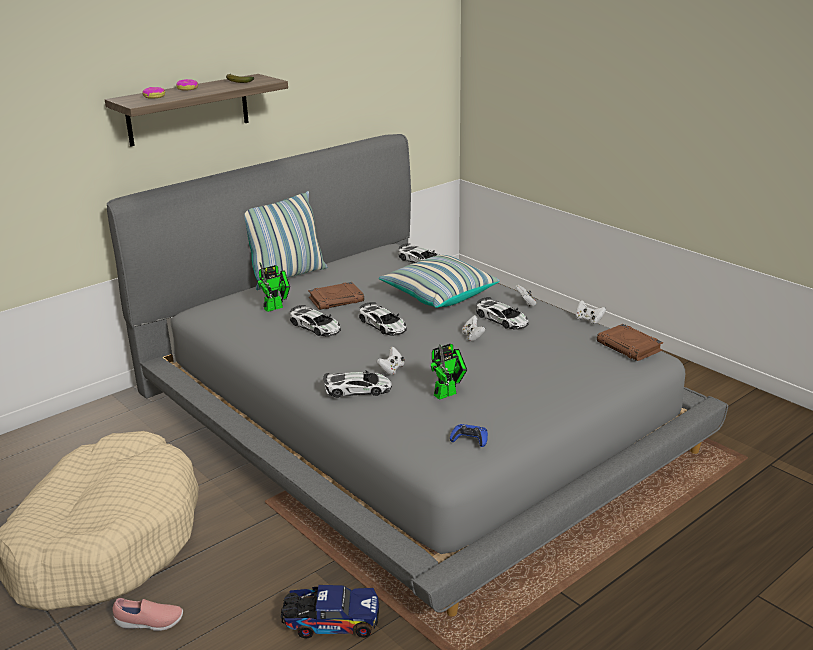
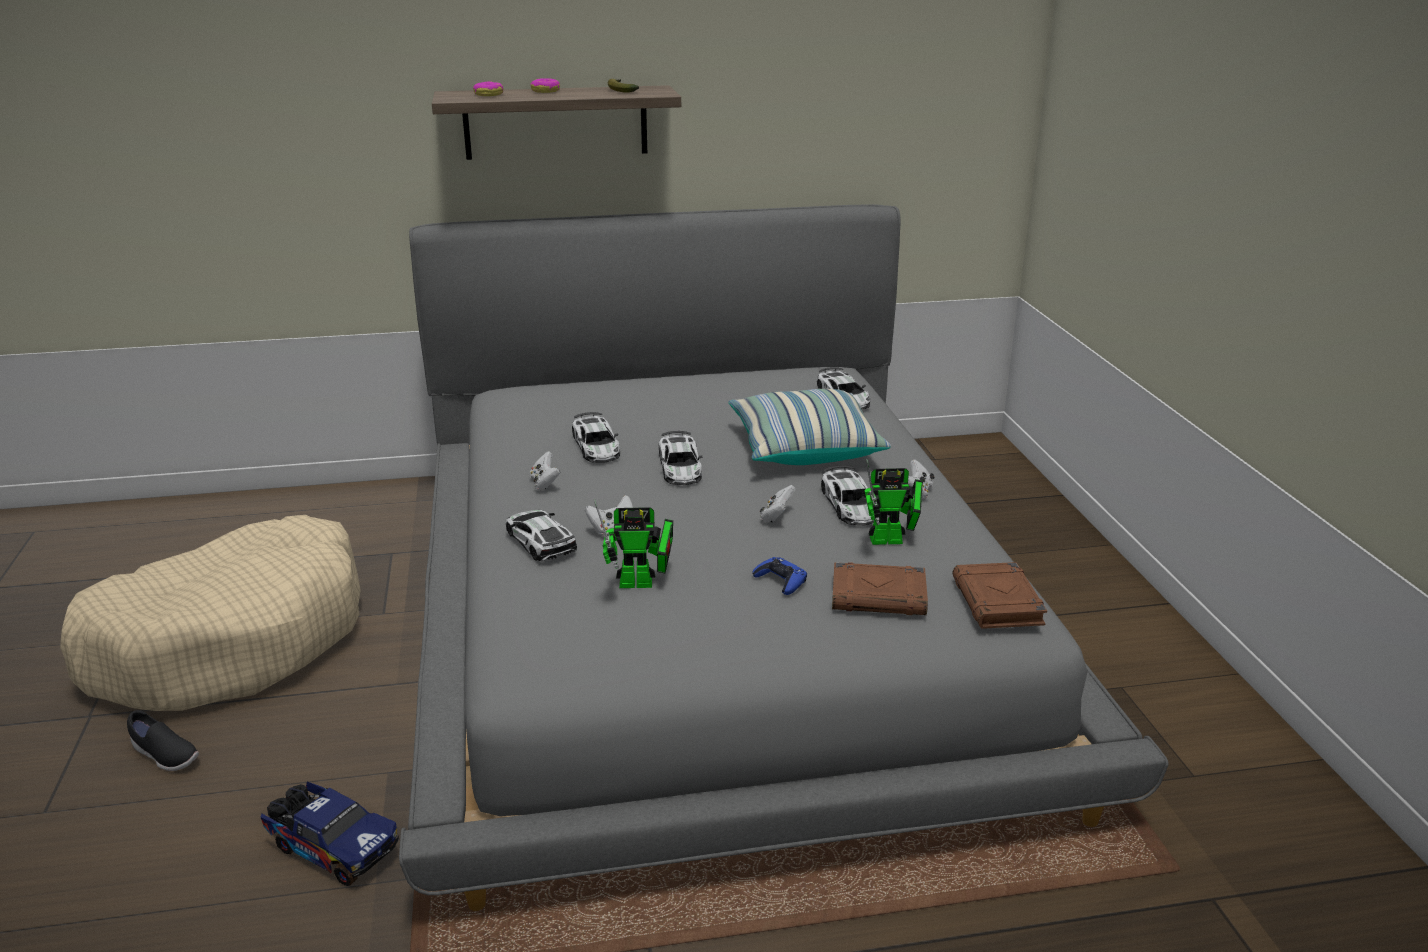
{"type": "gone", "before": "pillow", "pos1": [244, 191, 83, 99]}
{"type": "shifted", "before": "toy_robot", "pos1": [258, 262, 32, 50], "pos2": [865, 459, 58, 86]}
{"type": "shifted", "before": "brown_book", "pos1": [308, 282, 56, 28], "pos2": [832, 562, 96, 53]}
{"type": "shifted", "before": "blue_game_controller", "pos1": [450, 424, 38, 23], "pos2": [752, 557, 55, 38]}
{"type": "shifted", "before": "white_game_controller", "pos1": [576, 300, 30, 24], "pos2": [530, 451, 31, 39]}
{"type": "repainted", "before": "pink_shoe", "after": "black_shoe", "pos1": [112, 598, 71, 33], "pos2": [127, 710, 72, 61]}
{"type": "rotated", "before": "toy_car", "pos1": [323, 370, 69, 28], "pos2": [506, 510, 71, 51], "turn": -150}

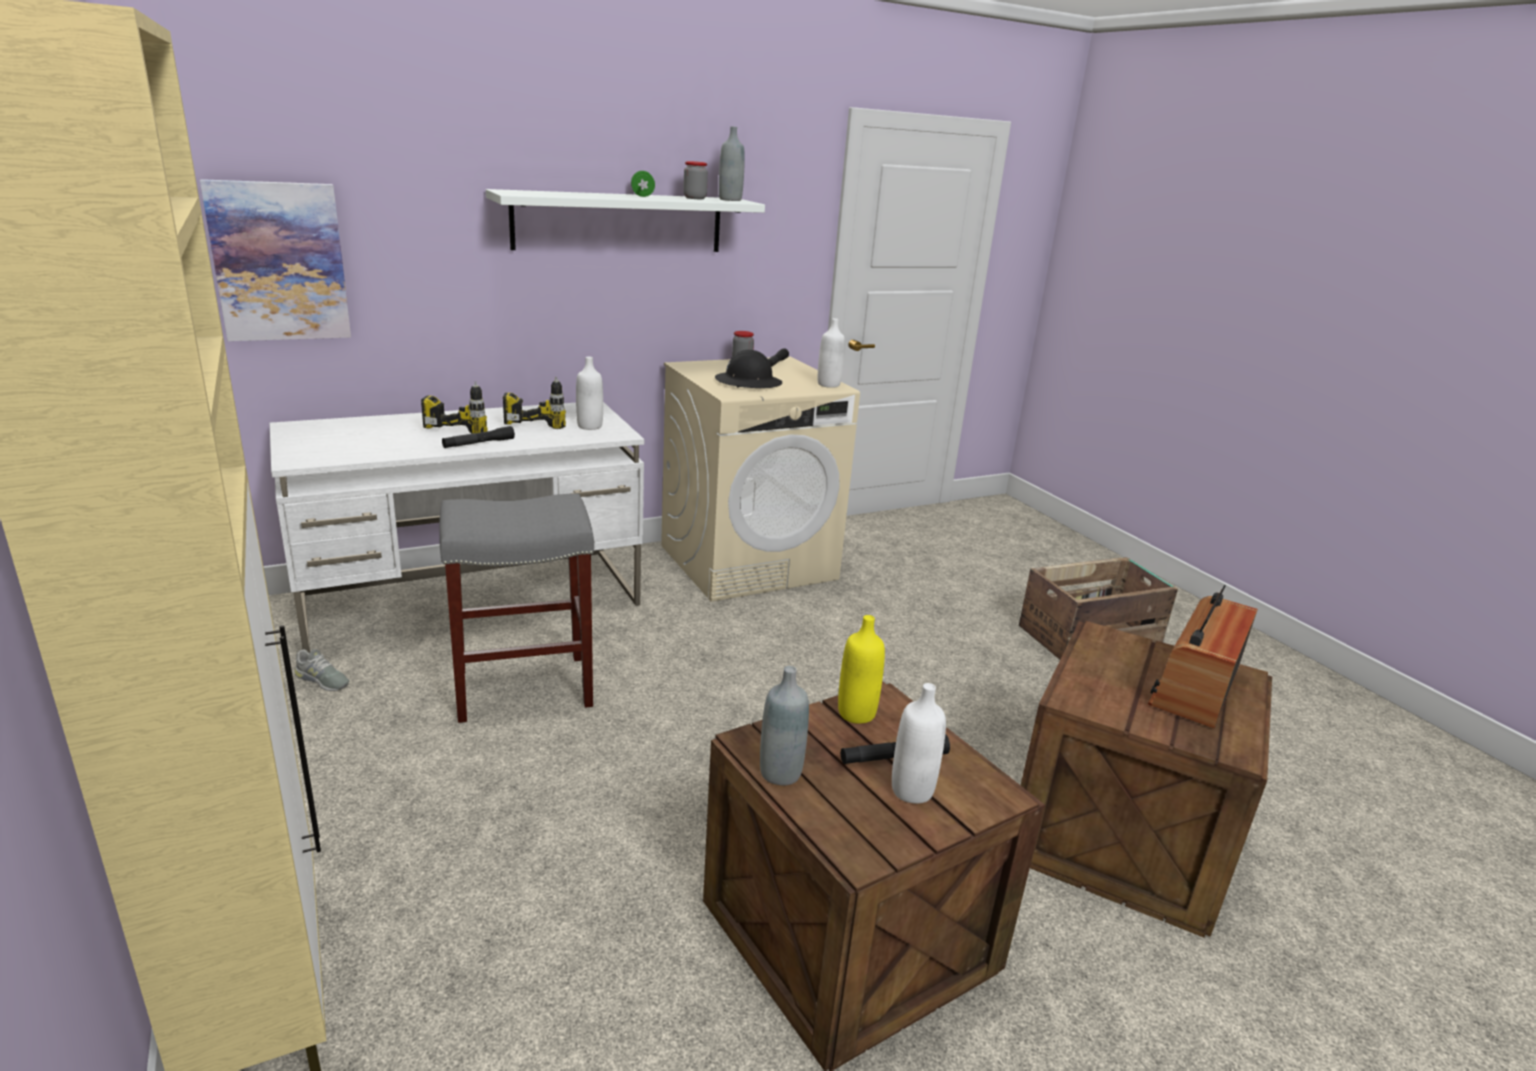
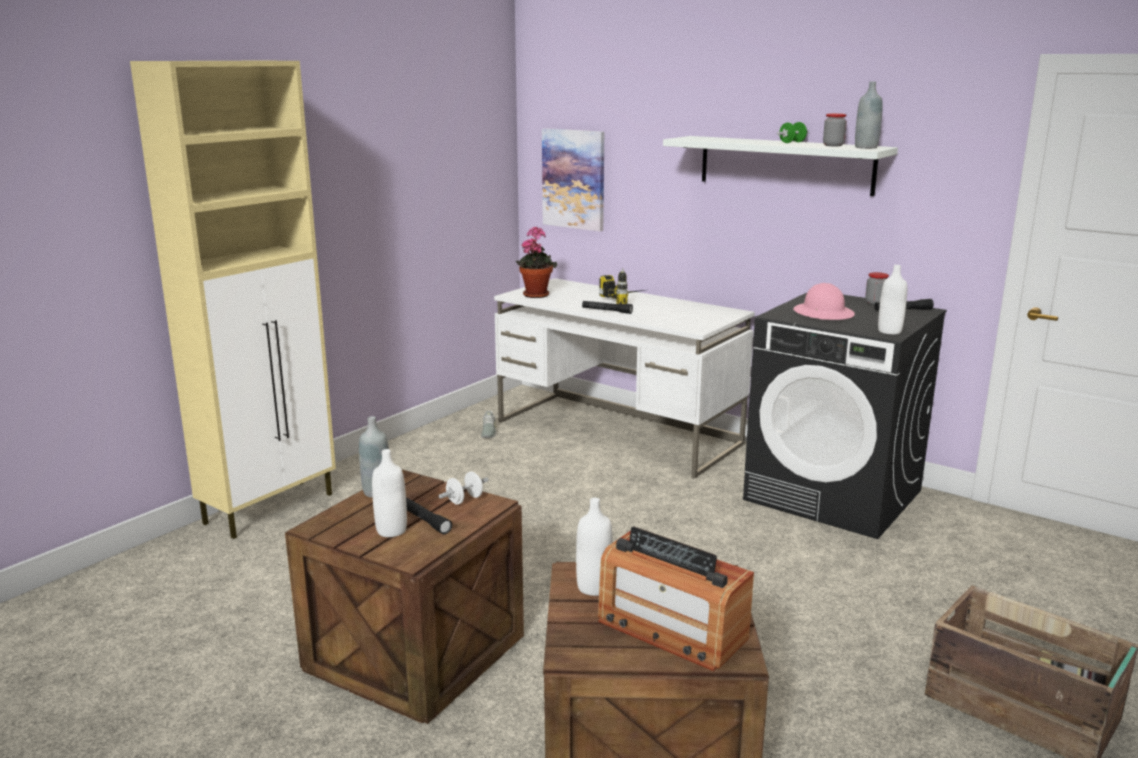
{"type": "gone", "before": "grey_stool", "pos1": [439, 493, 155, 230]}
{"type": "gone", "before": "power_drill", "pos1": [503, 377, 63, 52]}
{"type": "new", "after": "potted_plant", "pos2": [516, 226, 41, 72]}
{"type": "shifted", "before": "white_bottle", "pos1": [576, 357, 27, 73], "pos2": [576, 498, 37, 98]}
{"type": "swapped", "before": "yellow_bottle", "after": "white_dumbbell", "pos1": [838, 615, 47, 109], "pos2": [439, 472, 49, 33]}
{"type": "repainted", "before": "beige_washing_machine", "after": "black_washing_machine", "pos1": [661, 356, 199, 246], "pos2": [743, 293, 204, 246]}
{"type": "repainted", "before": "black_hard_hat", "after": "pink_hard_hat", "pos1": [715, 350, 67, 38], "pos2": [793, 283, 62, 37]}
{"type": "rotated", "before": "radio", "pos1": [1148, 585, 110, 143], "pos2": [598, 527, 156, 144], "turn": -150}

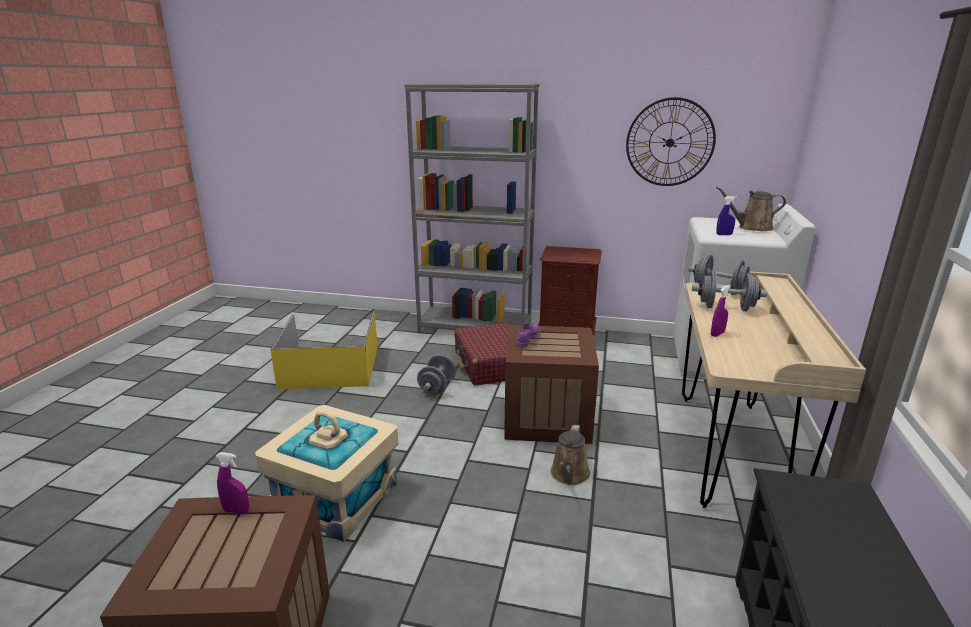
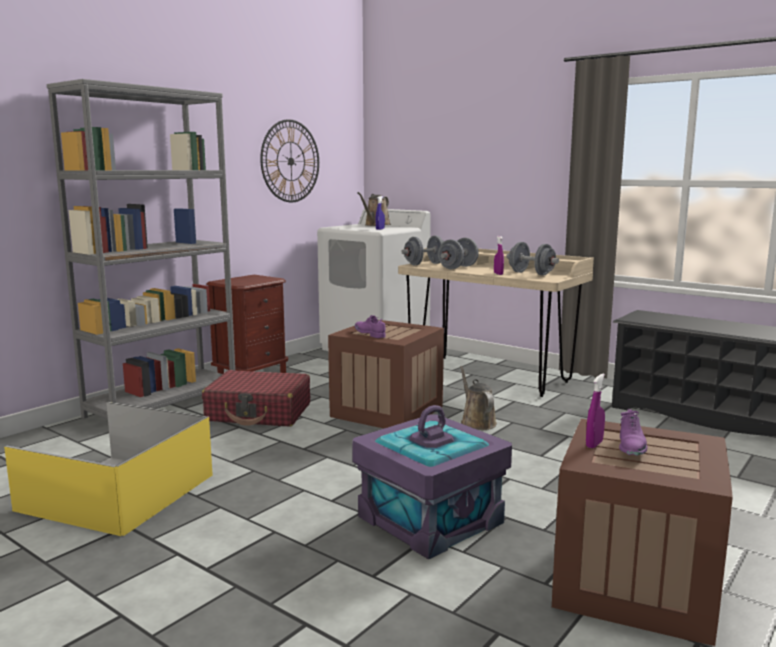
{"type": "new", "after": "purple_shoe", "pos2": [619, 409, 29, 47]}
{"type": "shifted", "before": "grey_dumbbell", "pos1": [417, 354, 40, 41], "pos2": [506, 242, 53, 33]}
{"type": "repainted", "before": "beige_storage_box", "after": "purple_storage_box", "pos1": [255, 405, 143, 137], "pos2": [352, 405, 160, 155]}
{"type": "rotated", "before": "brown_watering_can", "pos1": [550, 425, 40, 60], "pos2": [460, 366, 37, 64], "turn": -150}

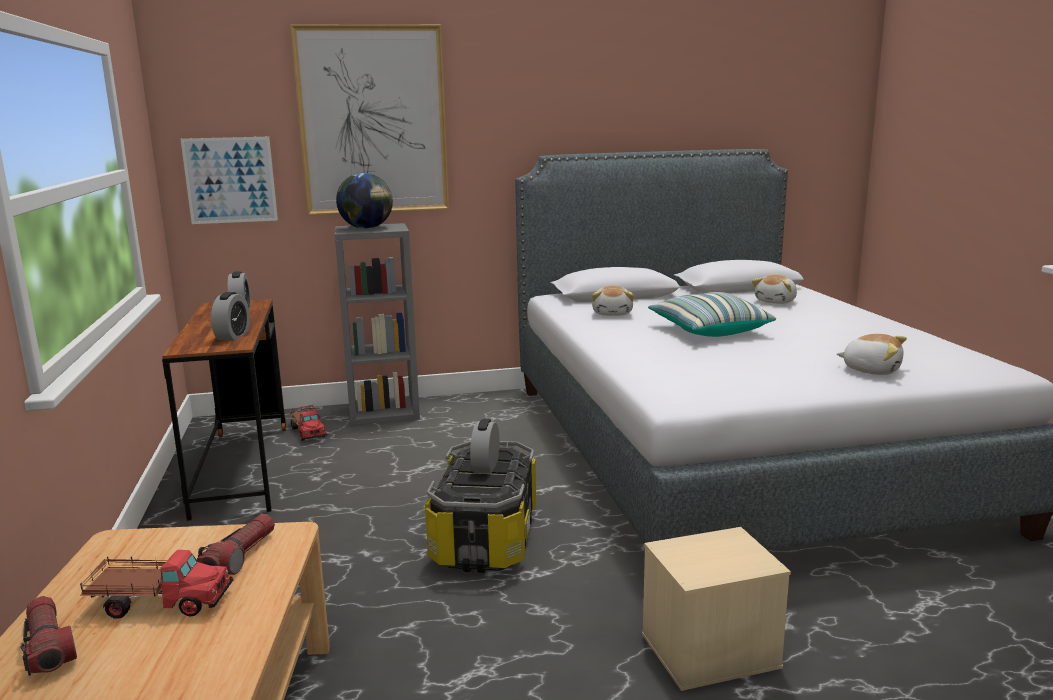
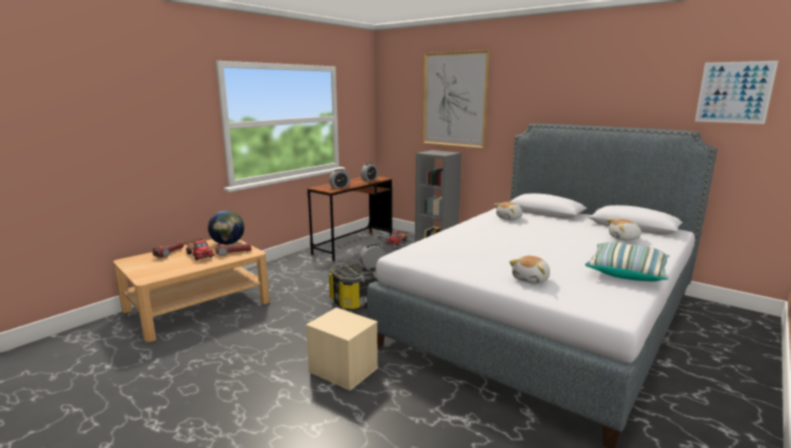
{"type": "shifted", "before": "picture", "pos1": [181, 137, 97, 87], "pos2": [695, 61, 83, 63]}
{"type": "shifted", "before": "globe", "pos1": [336, 173, 57, 56], "pos2": [208, 211, 36, 34]}
{"type": "shifted", "before": "pillow", "pos1": [648, 292, 128, 45], "pos2": [585, 242, 85, 40]}
{"type": "rotated", "before": "plush_toy", "pos1": [837, 334, 70, 41], "pos2": [509, 256, 41, 28], "turn": 45}

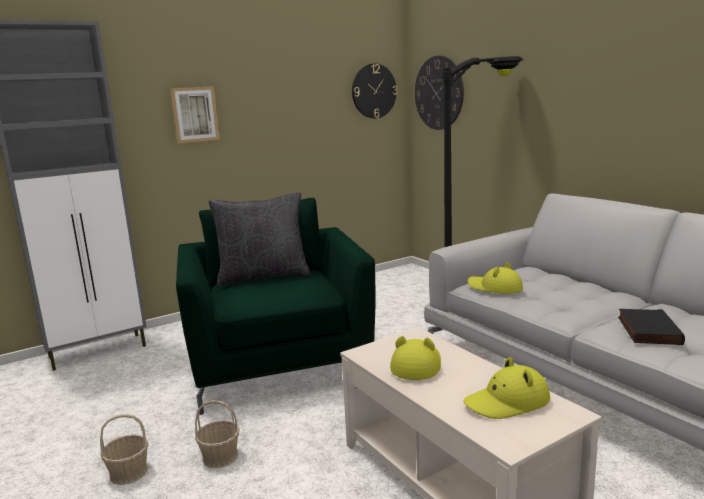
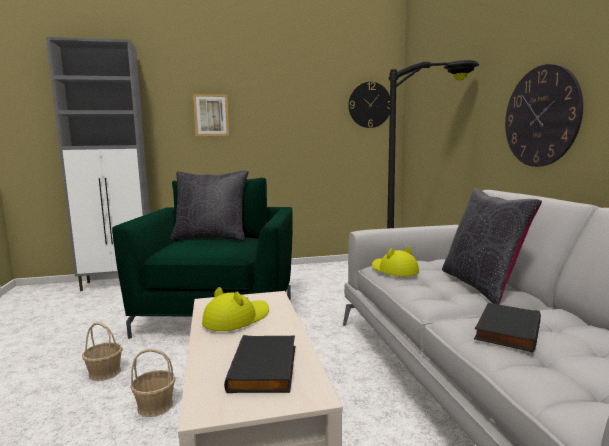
{"type": "new", "after": "black_pillow", "pos2": [442, 188, 100, 116]}
{"type": "shifted", "before": "basket", "pos1": [100, 414, 49, 71], "pos2": [130, 349, 46, 68]}
{"type": "shifted", "before": "wall_clock", "pos1": [415, 56, 49, 74], "pos2": [505, 64, 78, 103]}
{"type": "swapped", "before": "yellow_hat", "after": "black_book", "pos1": [463, 357, 87, 62], "pos2": [224, 335, 71, 58]}

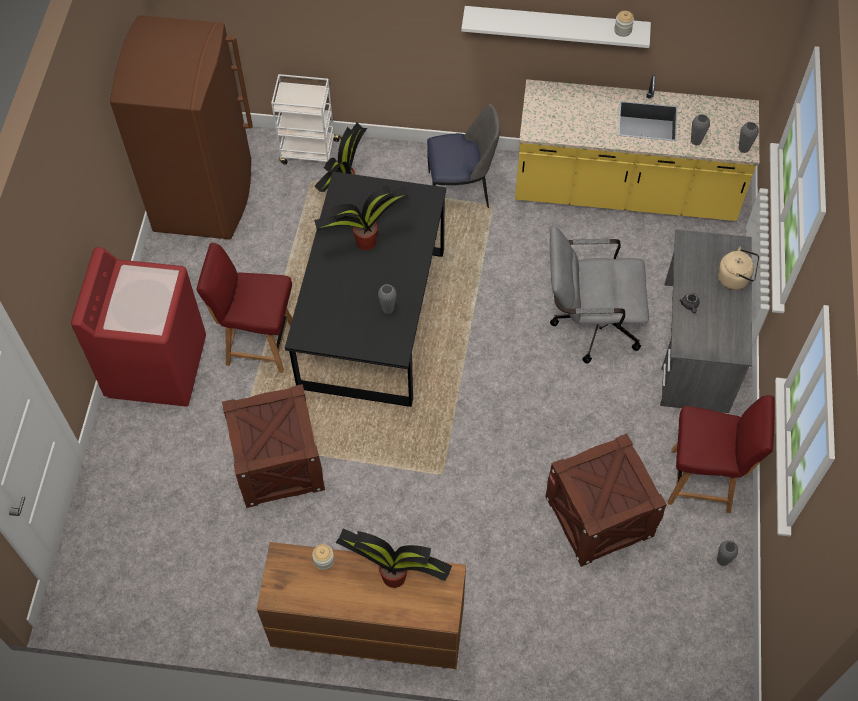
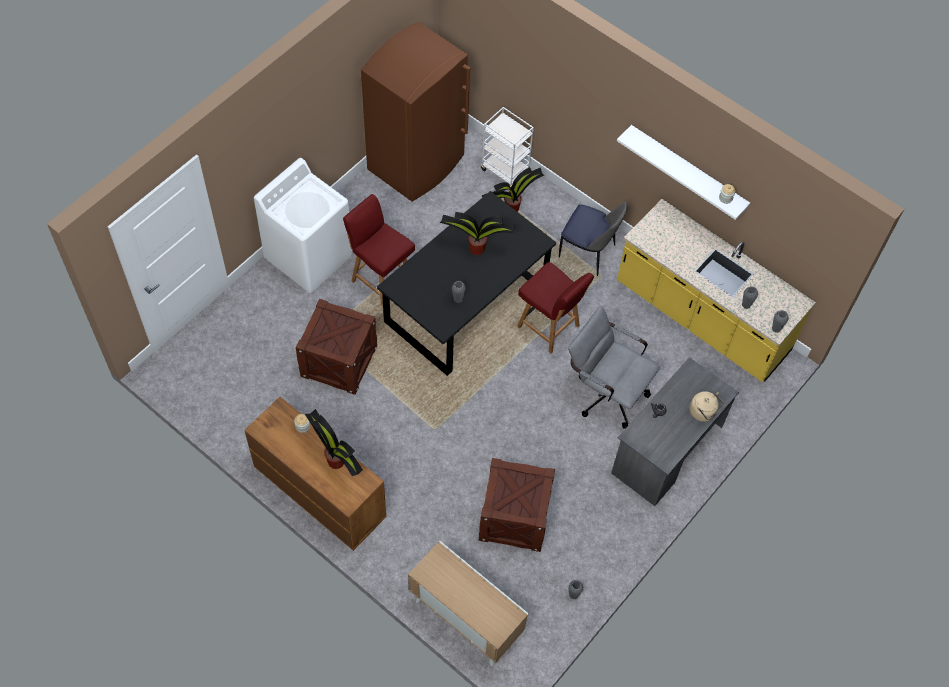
{"type": "new", "after": "cabinet", "pos2": [408, 541, 121, 125]}
{"type": "shifted", "before": "red_chair", "pos1": [668, 395, 107, 118], "pos2": [517, 262, 77, 92]}
{"type": "repainted", "before": "red_washing_machine", "after": "white_washing_machine", "pos1": [71, 247, 135, 160], "pos2": [254, 158, 99, 135]}

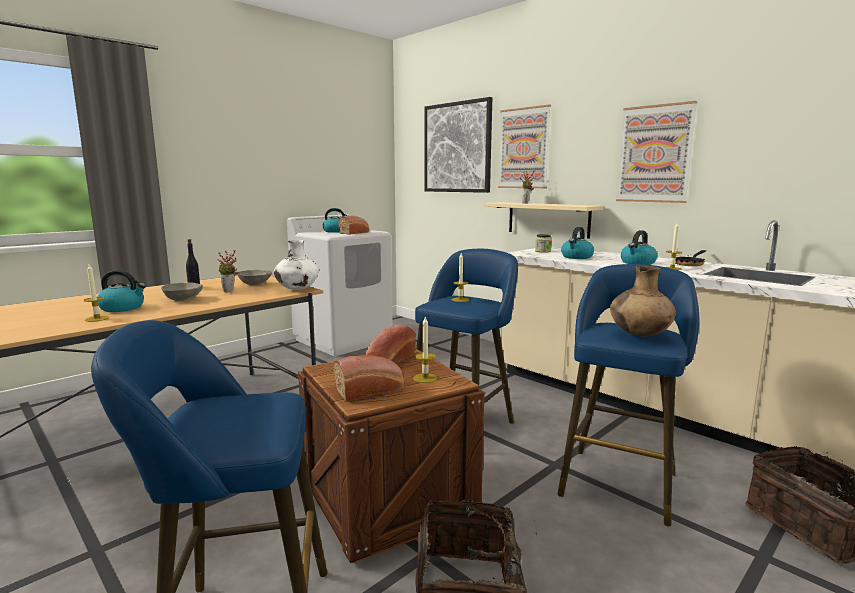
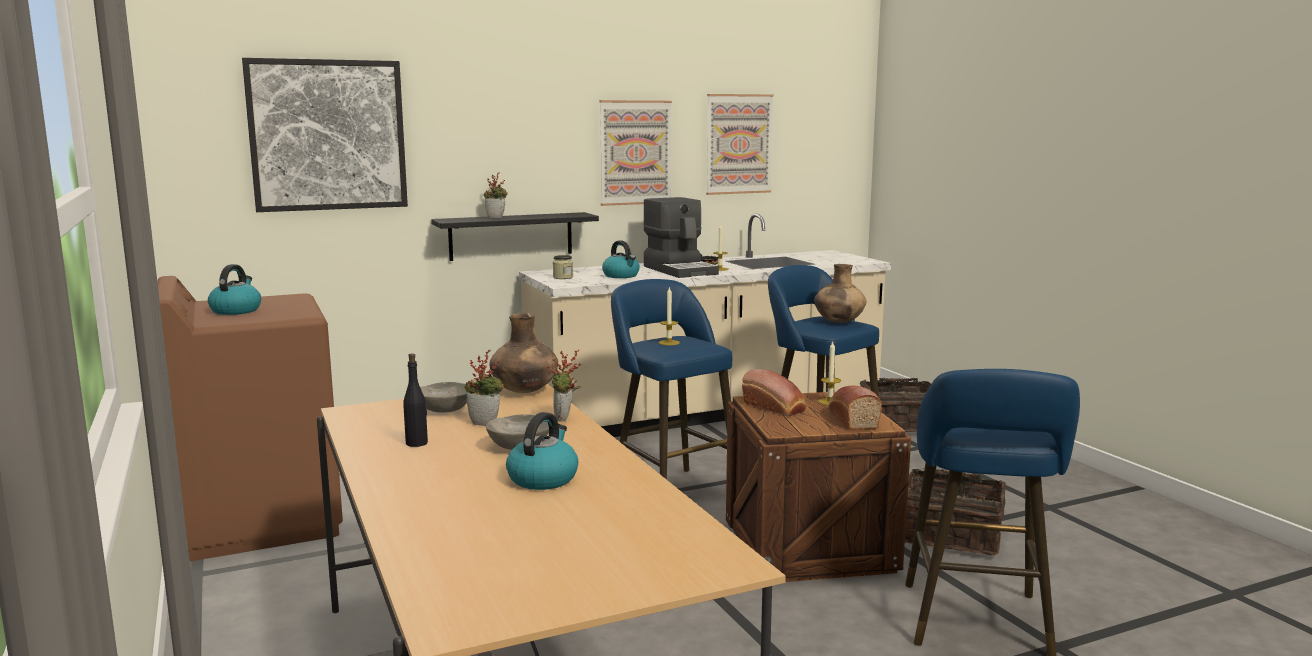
{"type": "gone", "before": "candle", "pos1": [84, 264, 25, 58]}
{"type": "gone", "before": "bread", "pos1": [338, 215, 31, 20]}
{"type": "new", "after": "potted_plant", "pos2": [547, 349, 34, 73]}
{"type": "shifted", "before": "picture", "pos1": [498, 105, 53, 83], "pos2": [706, 94, 68, 101]}
{"type": "swapped", "before": "kettle", "after": "coffee_machine", "pos1": [621, 230, 36, 35], "pos2": [643, 197, 76, 81]}
{"type": "repainted", "before": "white_vase", "after": "brown_vase", "pos1": [274, 240, 45, 50], "pos2": [489, 313, 69, 80]}
{"type": "repainted", "before": "white_washing_machine", "after": "brown_washing_machine", "pos1": [287, 214, 106, 142], "pos2": [157, 276, 186, 285]}
{"type": "repainted", "before": "beige_shelf", "after": "black_shelf", "pos1": [484, 202, 120, 37], "pos2": [431, 212, 168, 49]}

